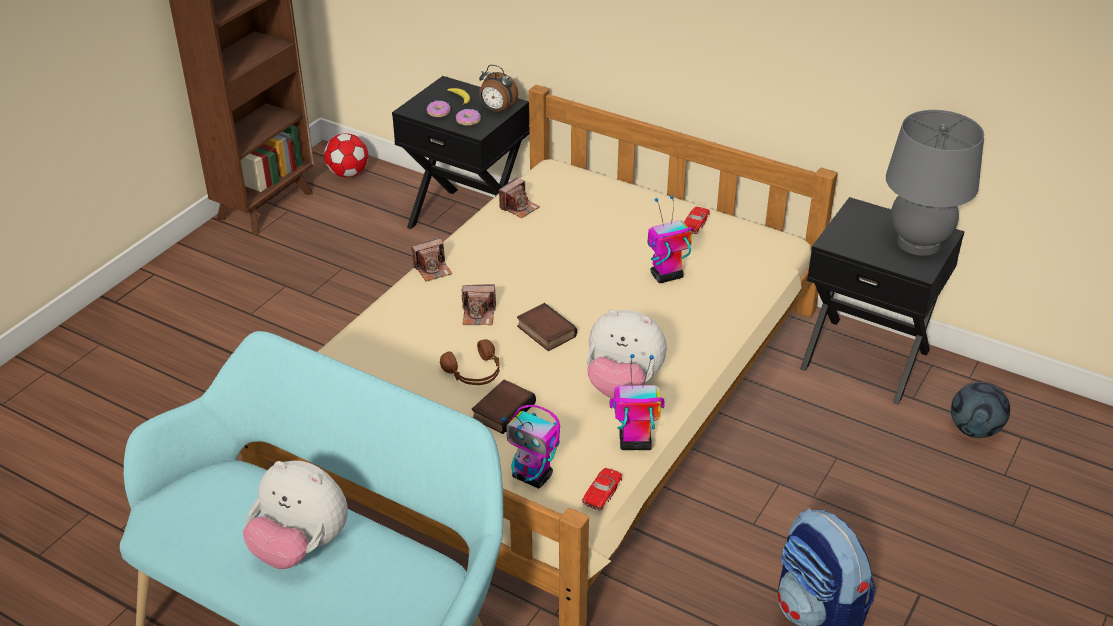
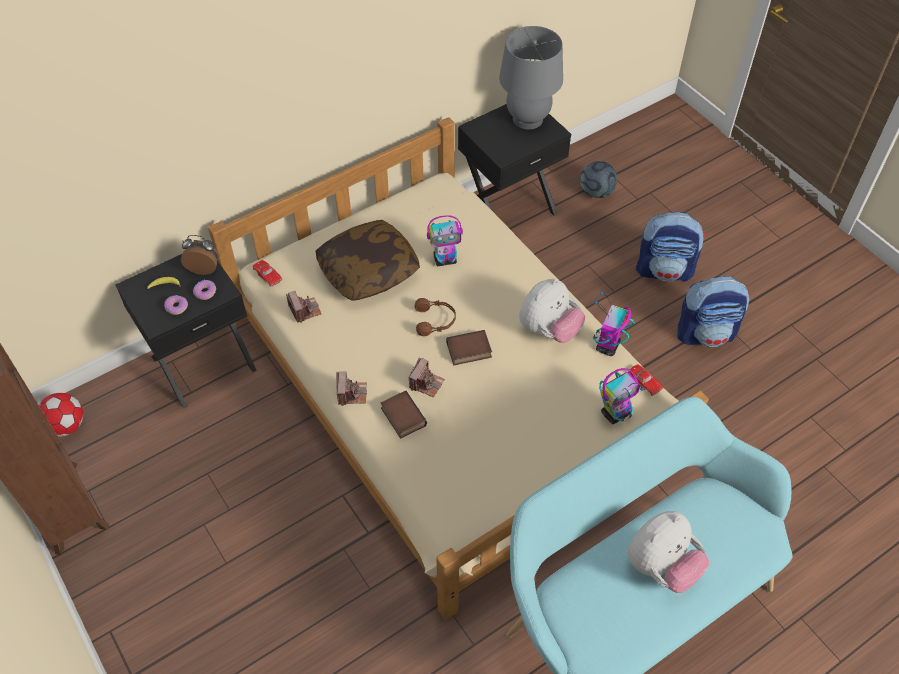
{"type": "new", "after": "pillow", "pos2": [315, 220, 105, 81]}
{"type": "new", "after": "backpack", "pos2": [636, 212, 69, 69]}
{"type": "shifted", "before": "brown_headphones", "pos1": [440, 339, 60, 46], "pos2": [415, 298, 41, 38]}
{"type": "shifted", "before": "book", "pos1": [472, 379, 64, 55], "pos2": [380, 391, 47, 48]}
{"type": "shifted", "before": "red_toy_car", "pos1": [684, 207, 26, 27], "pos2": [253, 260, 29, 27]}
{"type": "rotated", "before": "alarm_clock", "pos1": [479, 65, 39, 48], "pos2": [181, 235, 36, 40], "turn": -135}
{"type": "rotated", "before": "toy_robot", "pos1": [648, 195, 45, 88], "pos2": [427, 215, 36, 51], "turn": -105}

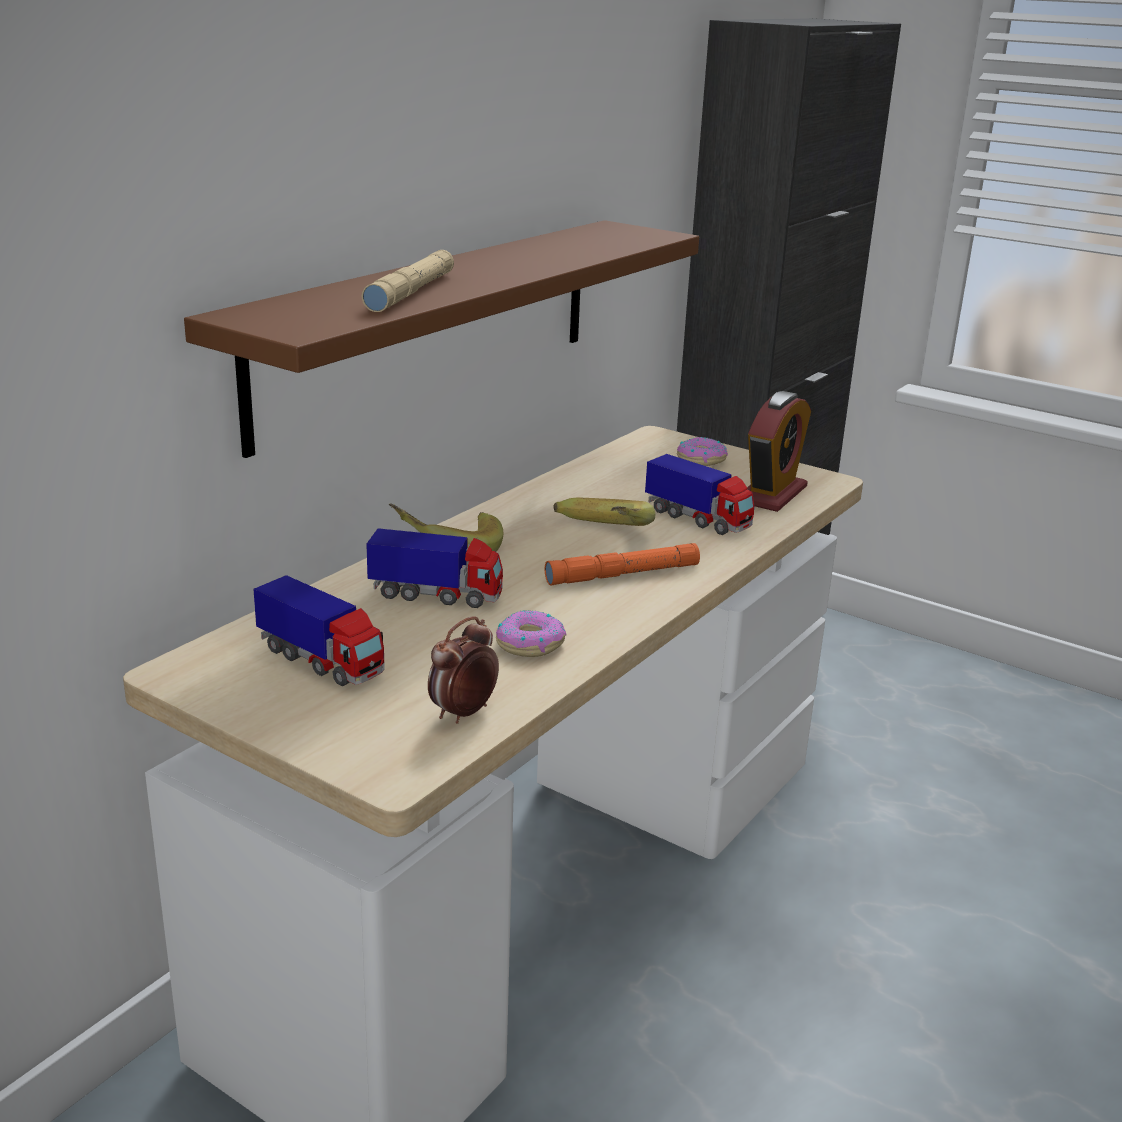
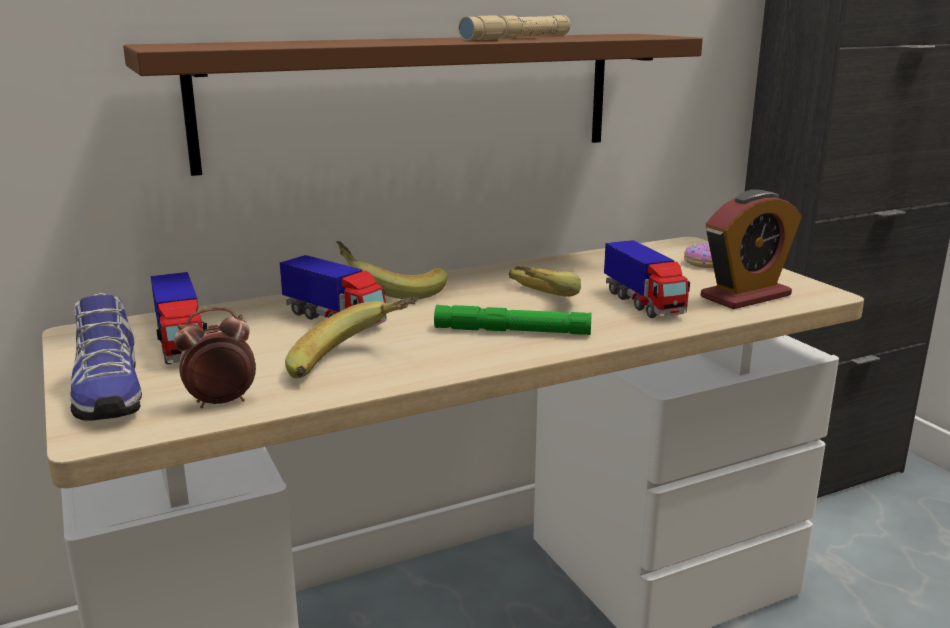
{"type": "new", "after": "shoe", "pos2": [70, 293, 72, 127]}
{"type": "shifted", "before": "beige_flashlight", "pos1": [362, 250, 92, 62], "pos2": [458, 15, 112, 25]}
{"type": "swapped", "before": "donut", "after": "banana", "pos1": [496, 610, 71, 47], "pos2": [285, 297, 133, 81]}
{"type": "repainted", "before": "orange_flashlight", "after": "green_flashlight", "pos1": [545, 543, 155, 43], "pos2": [434, 305, 158, 30]}

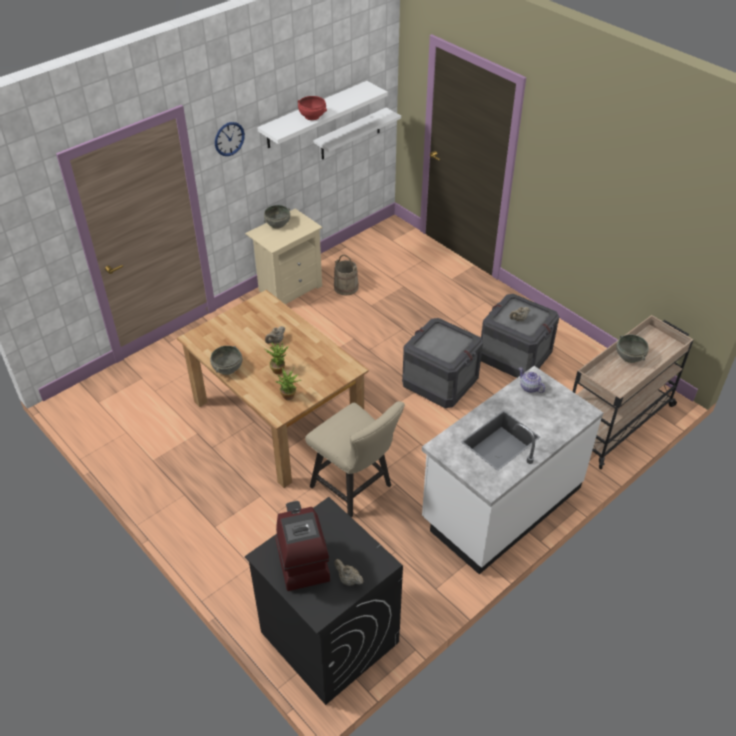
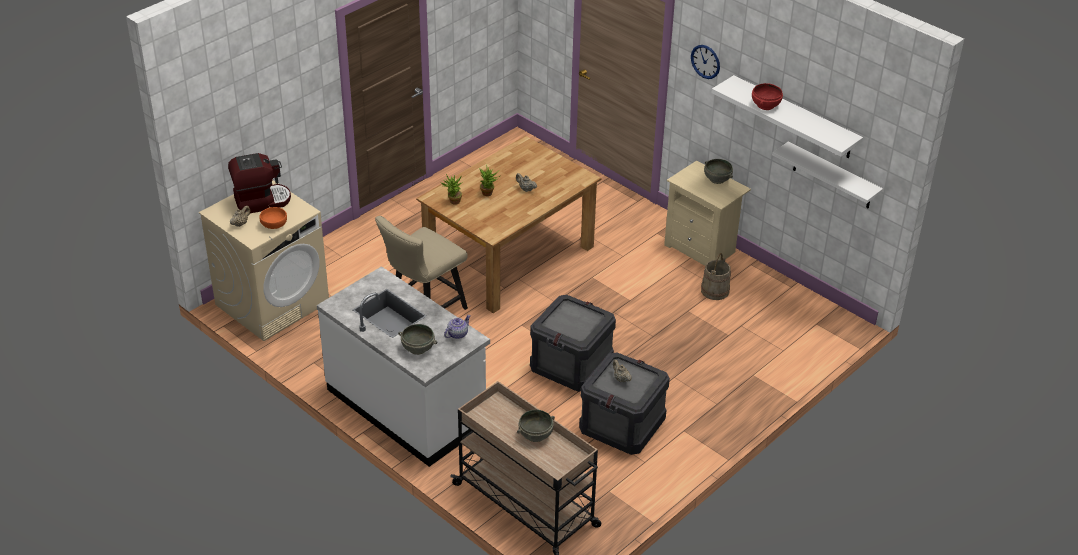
{"type": "new", "after": "orange_bowl", "pos2": [259, 207, 28, 22]}
{"type": "shifted", "before": "grey_bowl", "pos1": [210, 346, 32, 29], "pos2": [398, 324, 39, 31]}
{"type": "repainted", "before": "black_washing_machine", "after": "beige_washing_machine", "pos1": [245, 497, 158, 208], "pos2": [199, 180, 130, 161]}

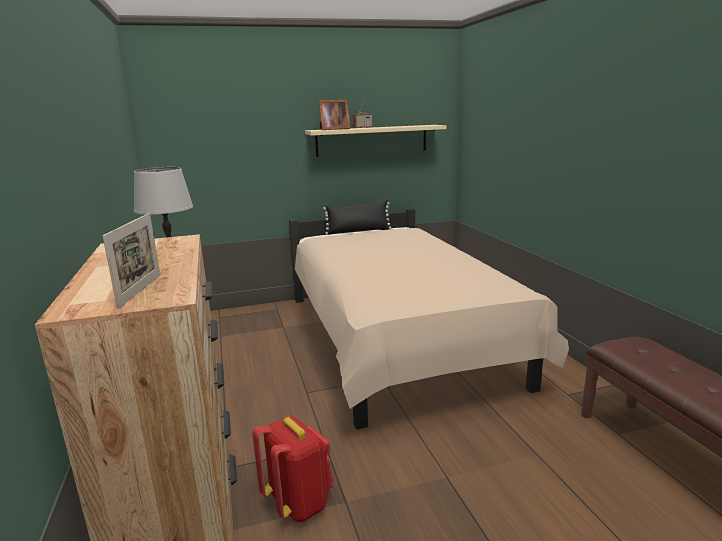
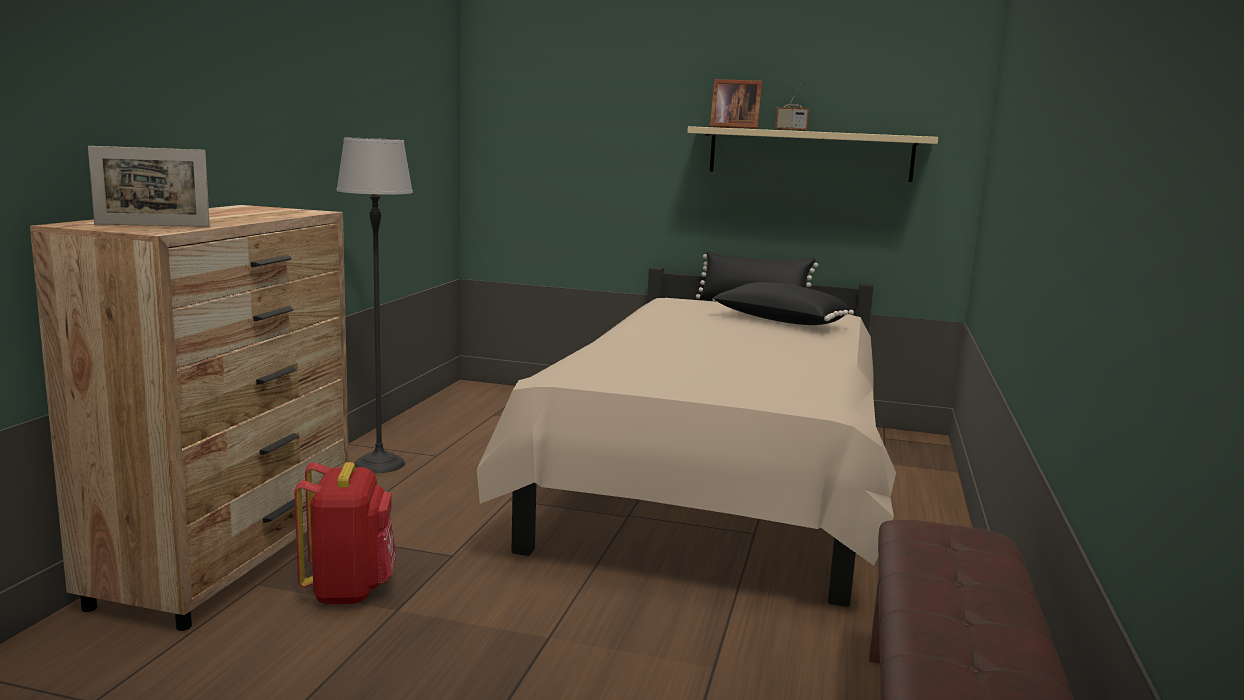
{"type": "new", "after": "black_pillow", "pos2": [712, 282, 142, 43]}
{"type": "rotated", "before": "picture_frame", "pos1": [103, 213, 57, 96], "pos2": [88, 146, 122, 81], "turn": 45}

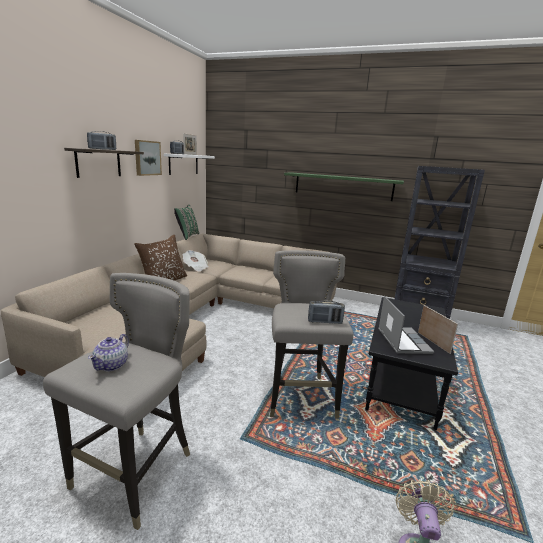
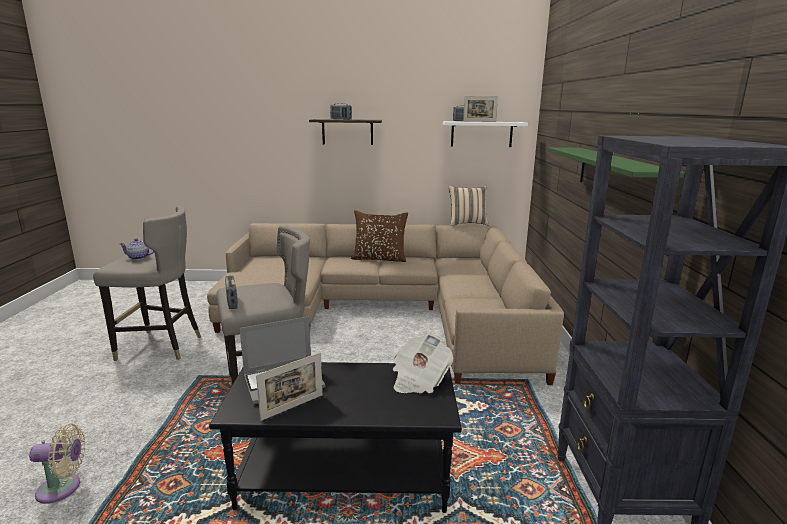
{"type": "gone", "before": "picture", "pos1": [135, 140, 27, 36]}
{"type": "shifted", "before": "newspaper", "pos1": [183, 250, 26, 22], "pos2": [393, 334, 60, 59]}
{"type": "repainted", "before": "green_pillow", "after": "beige_pillow", "pos1": [174, 205, 25, 35], "pos2": [448, 186, 41, 40]}

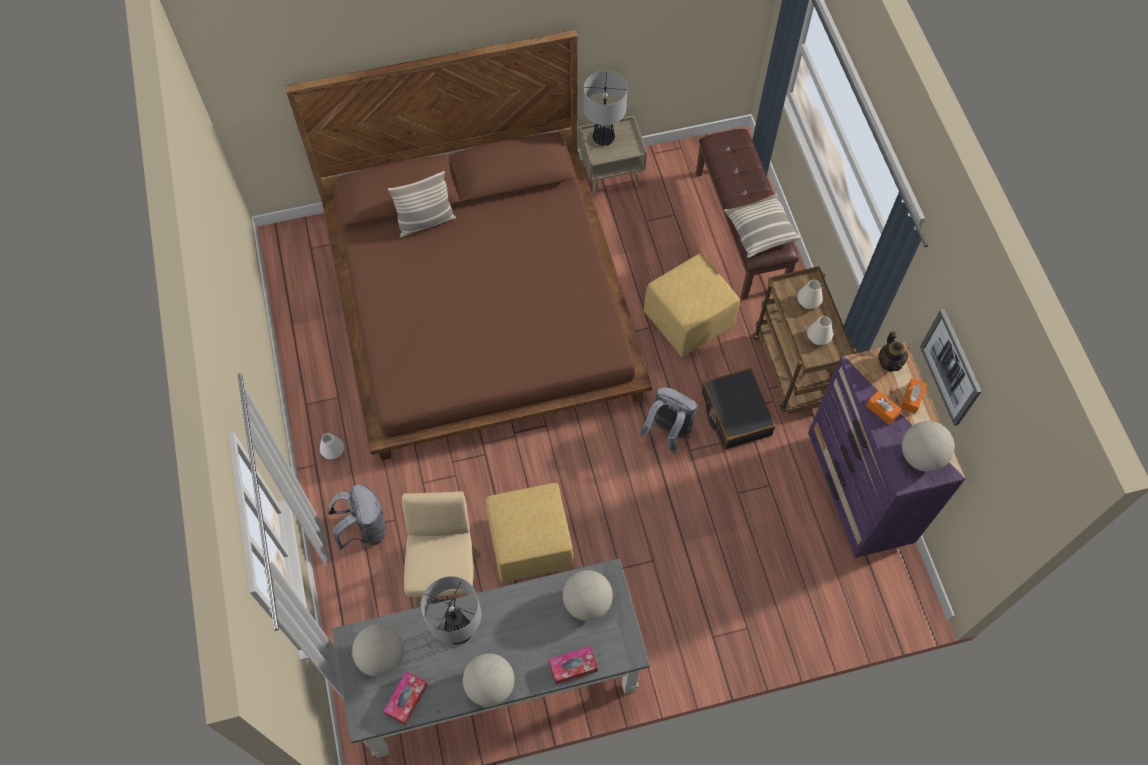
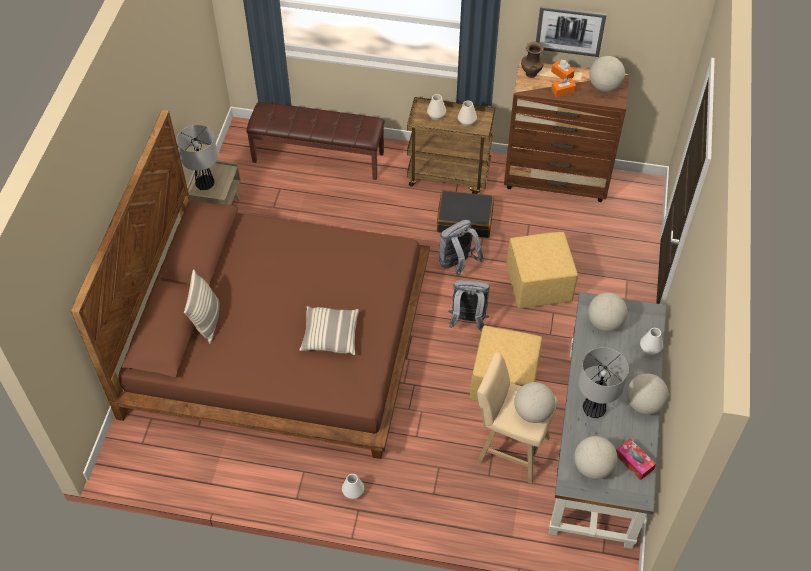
{"type": "new", "after": "globe", "pos2": [514, 382, 41, 41]}
{"type": "shifted", "before": "grey_backpack", "pos1": [328, 484, 59, 66], "pos2": [448, 280, 42, 52]}
{"type": "shifted", "before": "yellow_ottoman", "pos1": [644, 253, 96, 104], "pos2": [506, 231, 72, 78]}
{"type": "shifted", "before": "pillow", "pos1": [724, 194, 78, 64], "pos2": [299, 306, 60, 49]}
{"type": "swapped", "before": "tissue_box", "after": "white_vase", "pos1": [549, 646, 49, 38], "pos2": [640, 328, 23, 27]}
{"type": "swapped", "before": "teapot", "after": "brown_vase", "pos1": [878, 331, 30, 40], "pos2": [521, 42, 23, 36]}
{"type": "repainted", "before": "purple_dresser", "after": "brown_dresser", "pos1": [808, 342, 157, 216], "pos2": [504, 60, 126, 142]}

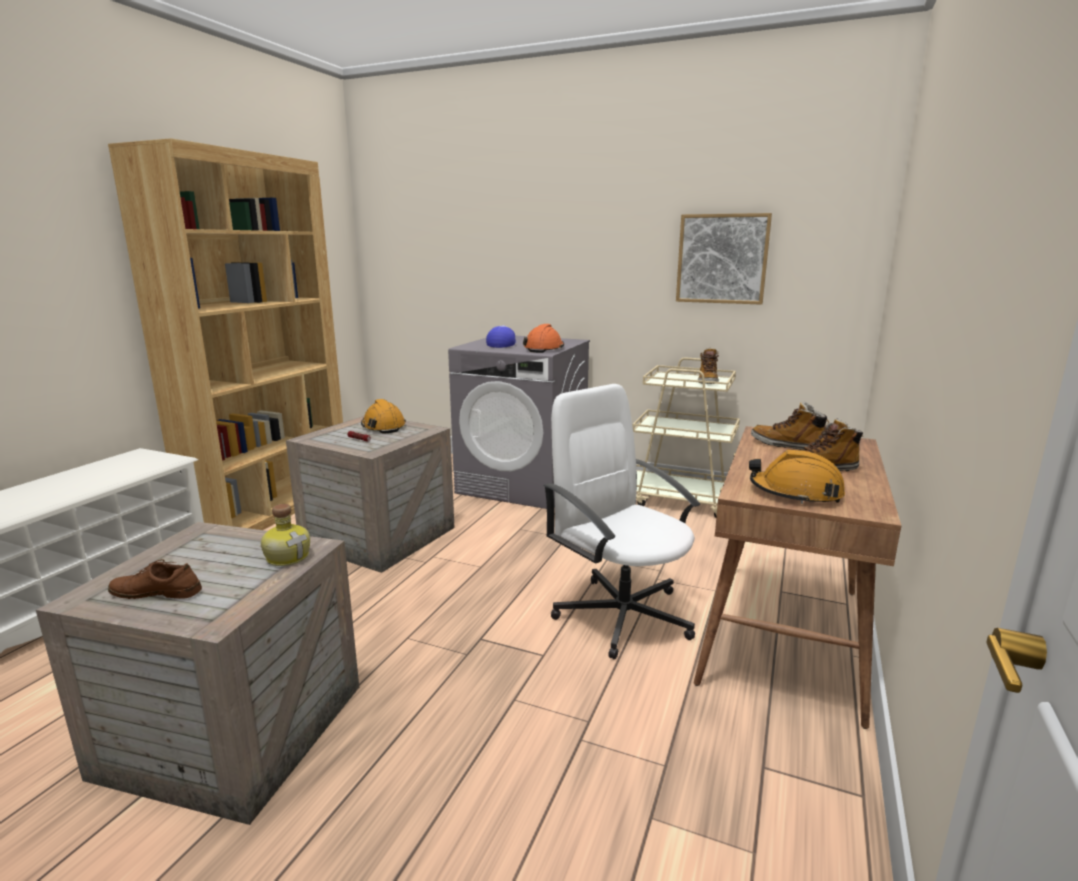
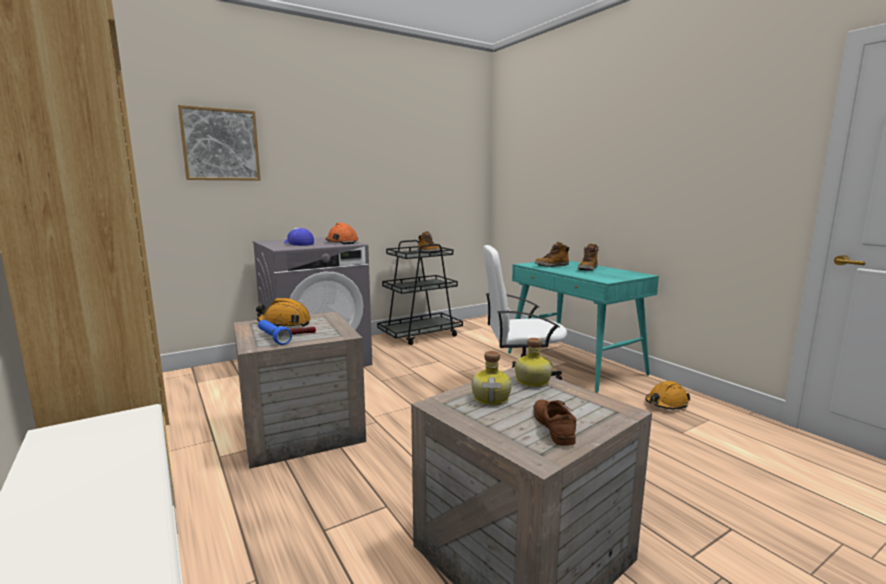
{"type": "new", "after": "blue_flashlight", "pos2": [258, 320, 34, 25]}
{"type": "new", "after": "bottle", "pos2": [472, 351, 40, 54]}
{"type": "shifted", "before": "picture", "pos1": [676, 213, 96, 92], "pos2": [178, 105, 83, 76]}
{"type": "shifted", "before": "orange_hard_hat", "pos1": [749, 450, 96, 54], "pos2": [645, 381, 46, 28]}
{"type": "repainted", "before": "beige_cart", "after": "black_cart", "pos1": [632, 357, 108, 161], "pos2": [377, 240, 86, 105]}
{"type": "repainted", "before": "brown_desk", "after": "turquoise_desk", "pos1": [694, 426, 207, 303], "pos2": [508, 261, 151, 132]}
{"type": "rotated", "before": "brown_shoe", "pos1": [108, 559, 94, 40], "pos2": [533, 399, 43, 47], "turn": 135}

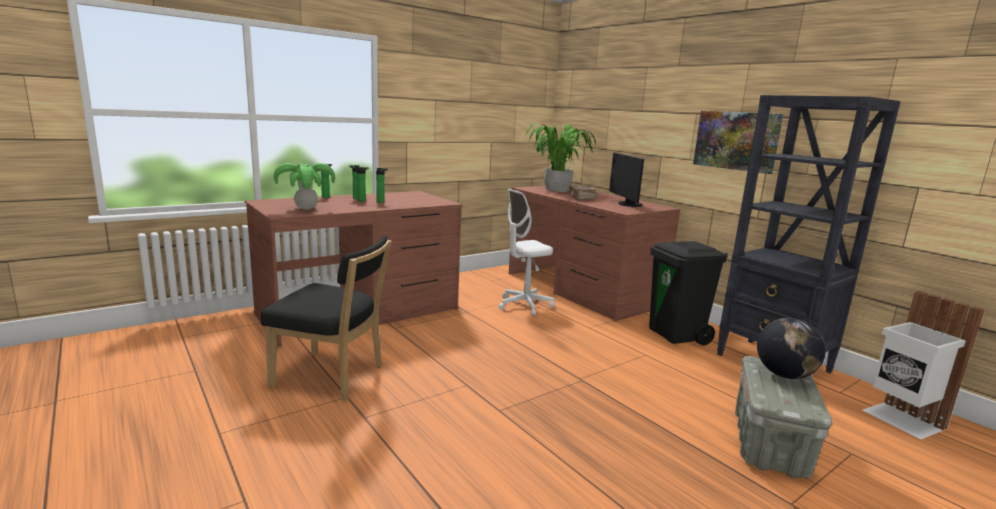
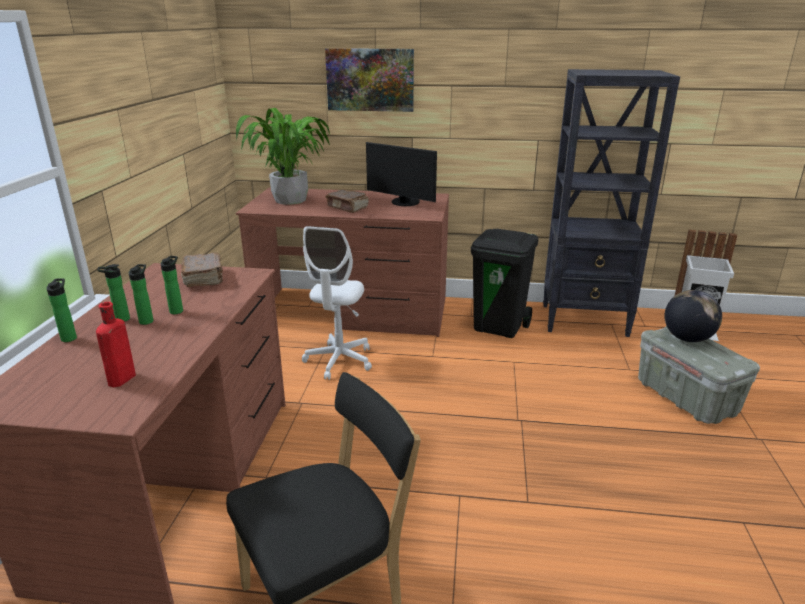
{"type": "new", "after": "brown_book", "pos2": [181, 253, 42, 34]}
{"type": "shifted", "before": "picture", "pos1": [693, 111, 91, 63], "pos2": [325, 48, 89, 64]}
{"type": "swapped", "before": "potted_plant", "after": "red_bottle", "pos1": [274, 163, 62, 47], "pos2": [96, 302, 40, 85]}

